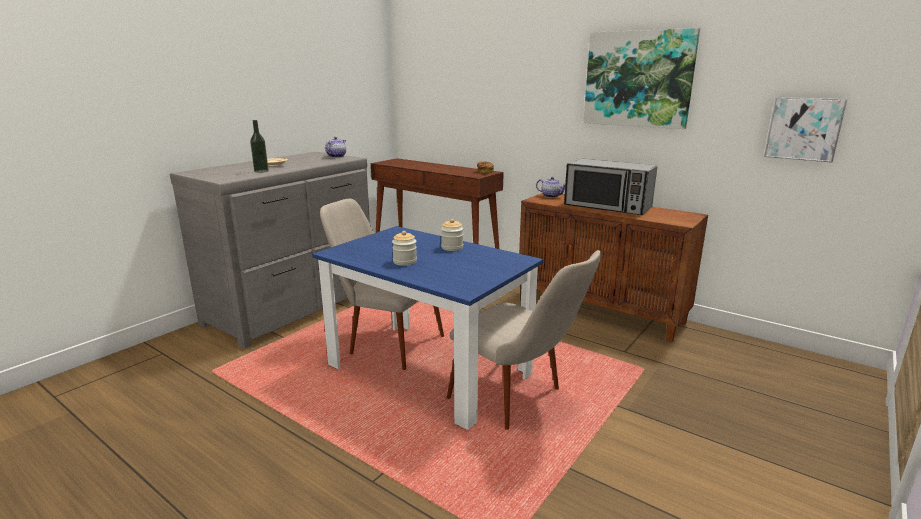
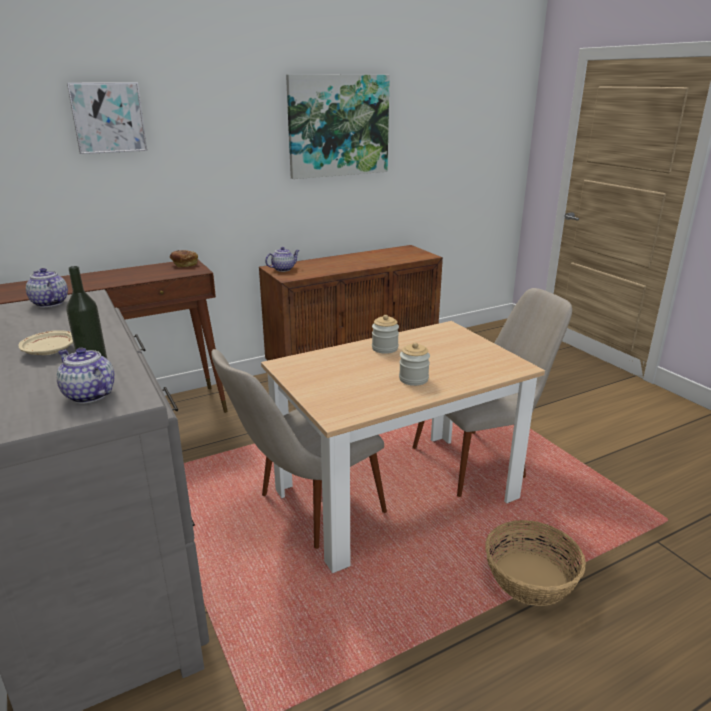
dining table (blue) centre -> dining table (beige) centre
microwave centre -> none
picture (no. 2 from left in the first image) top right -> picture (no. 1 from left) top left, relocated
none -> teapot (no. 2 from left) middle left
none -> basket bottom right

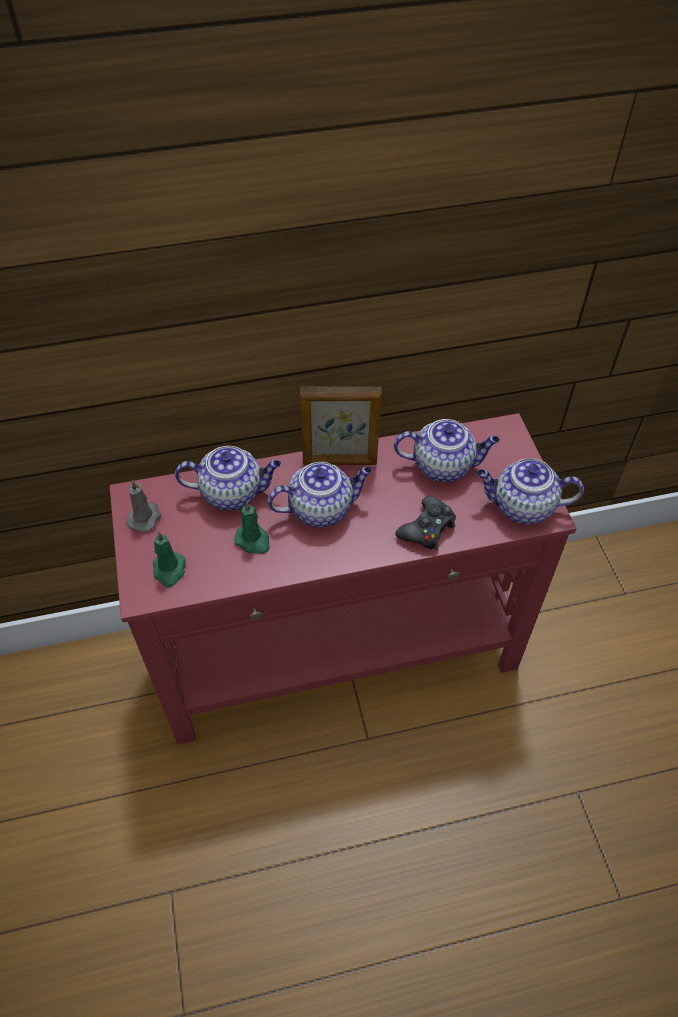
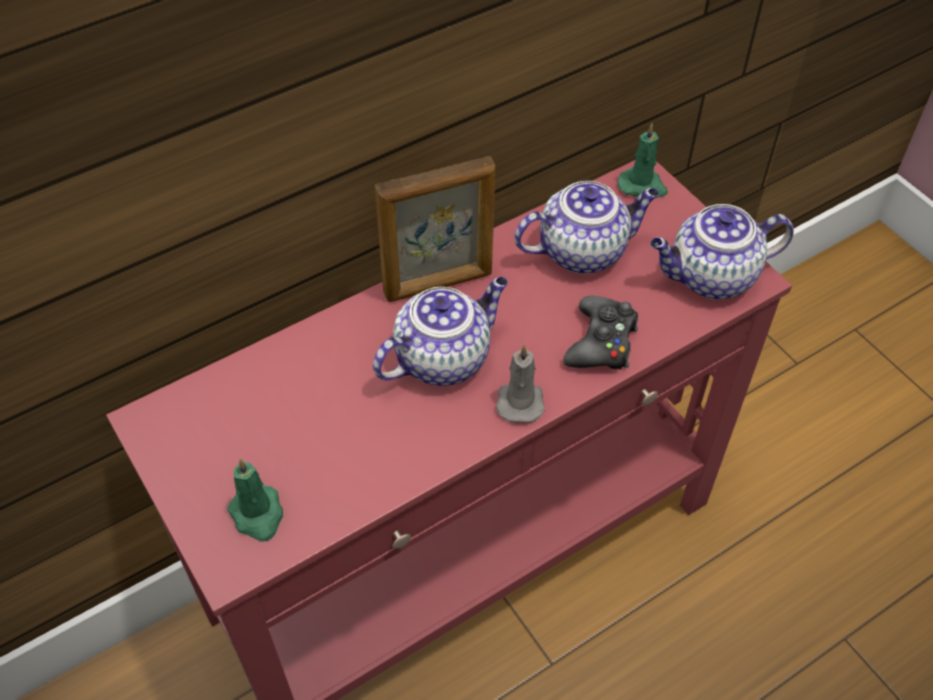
candle (grey) middle left -> candle (grey) centre, relocated
teapot (no. 1 from left) centre -> none
candle (green) (no. 2 from left) centre -> candle (green) (no. 2 from left) top right, relocated

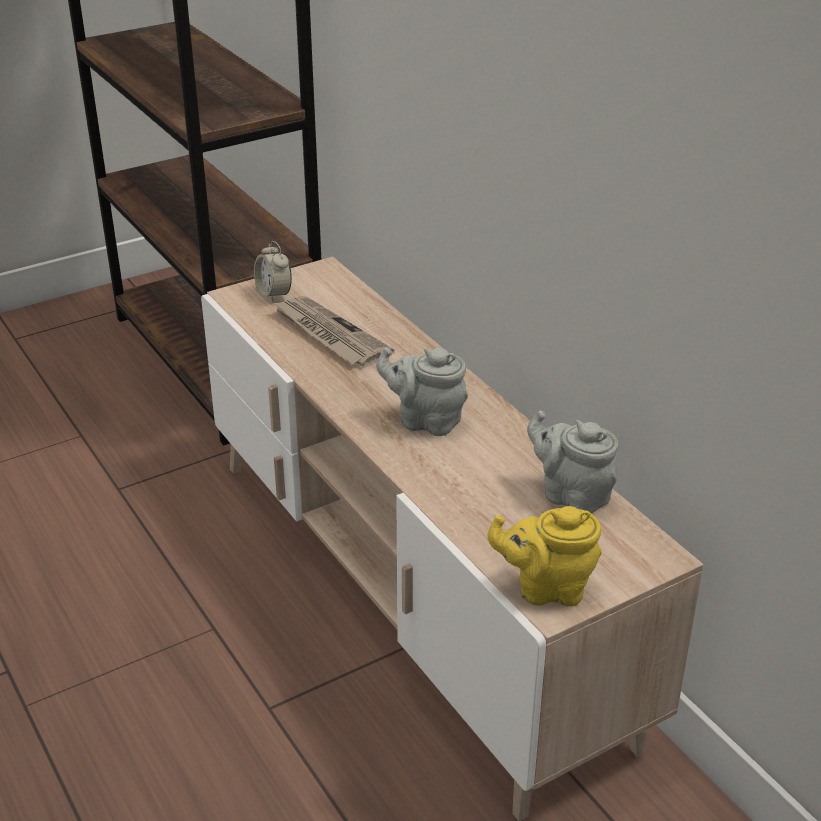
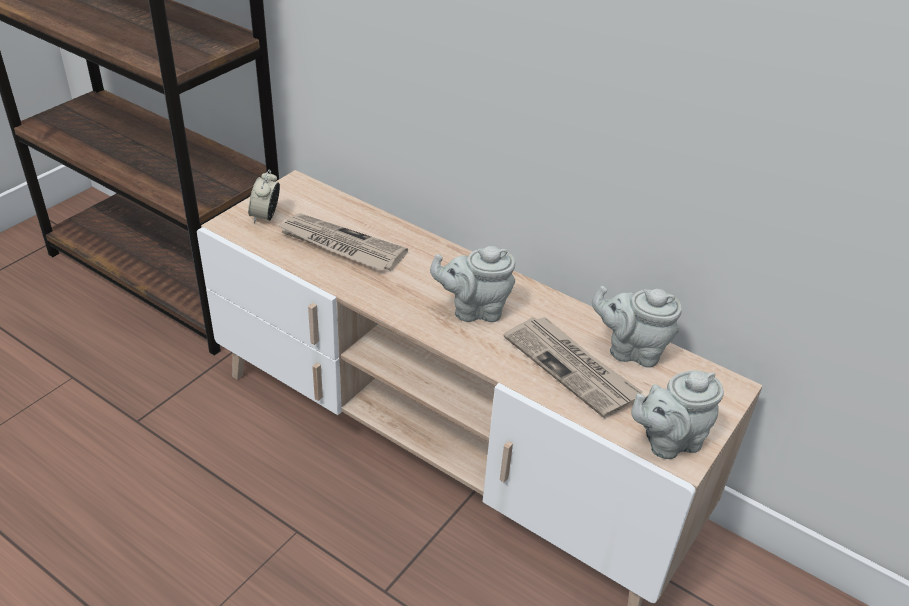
alarm clock top left, 60 degrees clockwise
teapot (yellow) bottom centre -> teapot (grey) (no. 3 from left) bottom right
none -> newspaper (no. 2 from left) centre

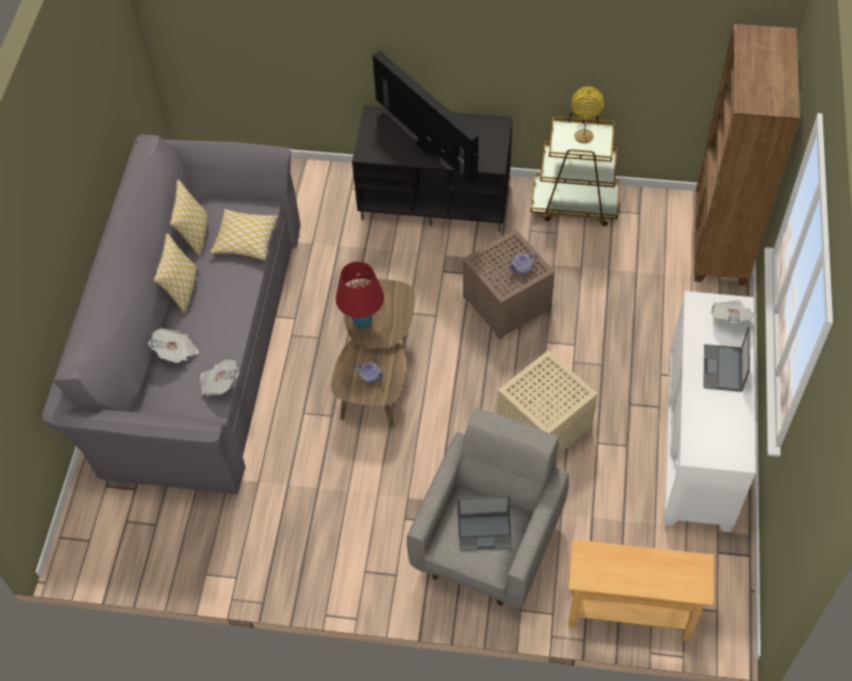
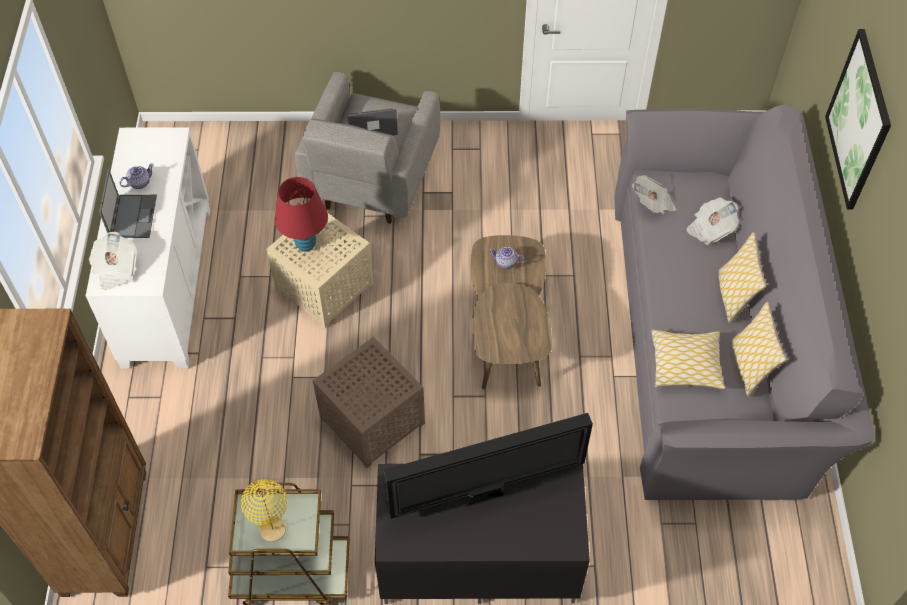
table lamp (red) centre -> table lamp (red) middle left, relocated
television top centre -> television bottom centre, 60 degrees counterclockwise
teapot (no. 2 from left in the first image) centre -> teapot (no. 1 from left) top left, relocated
console table (beige) bottom right -> none
none -> picture top right

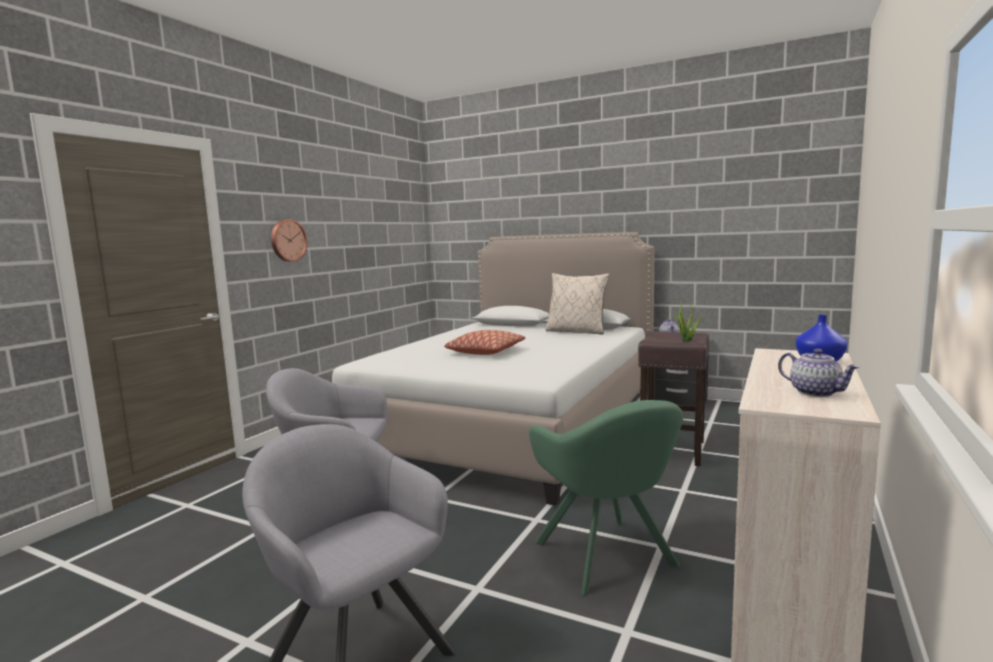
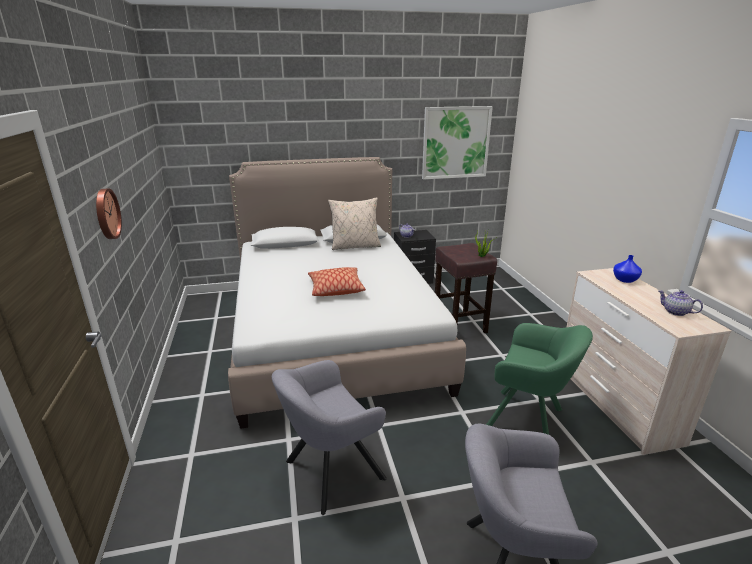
teapot (no. 2 from left) middle right, 150 degrees counterclockwise
none -> picture top centre

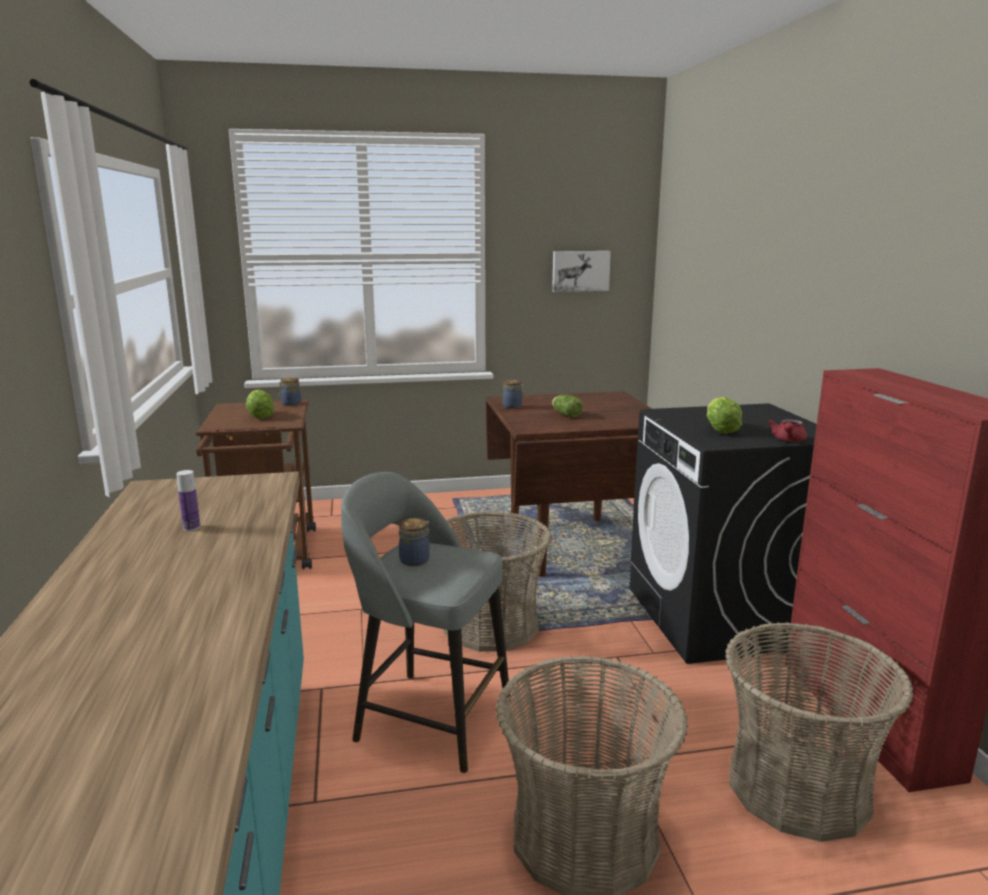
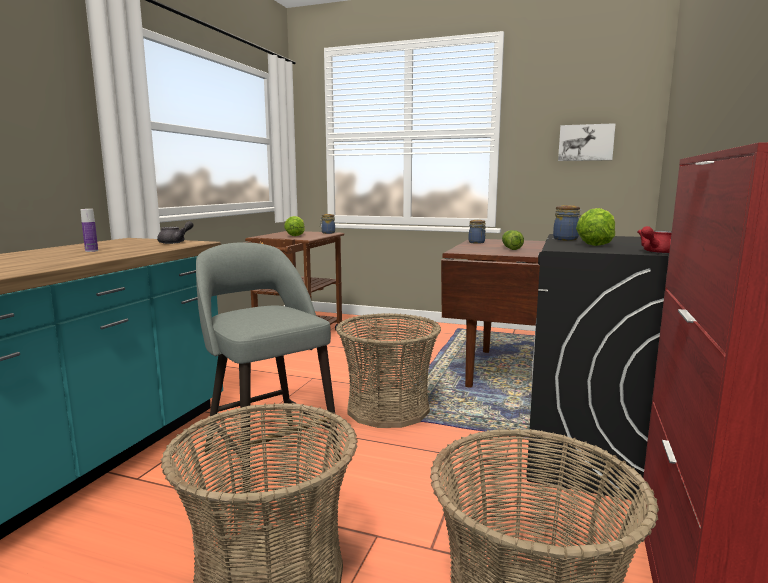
jar (no. 2 from left in the first image) centre -> jar (no. 3 from left) middle right, relocated
none -> teapot (grey) middle left

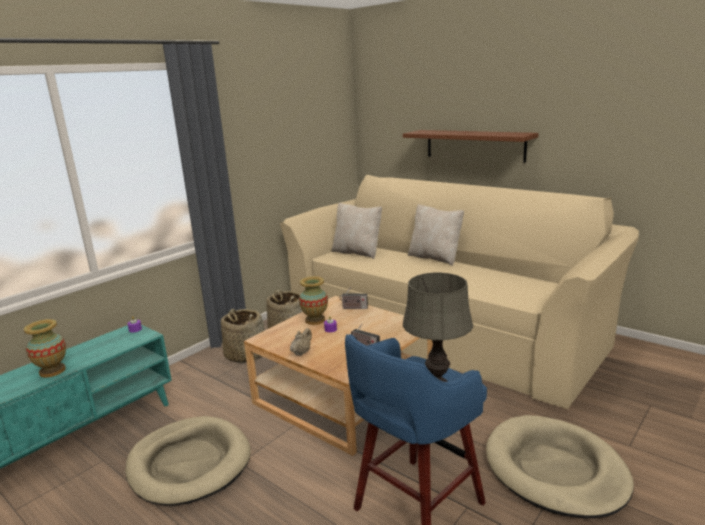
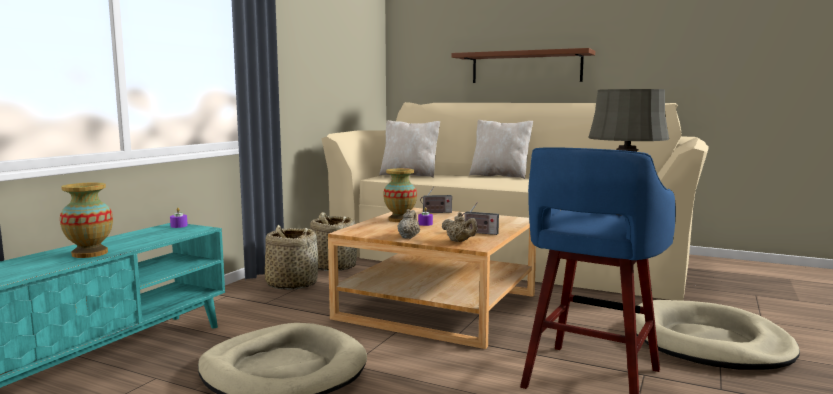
none -> teapot (beige) (no. 2 from left) centre

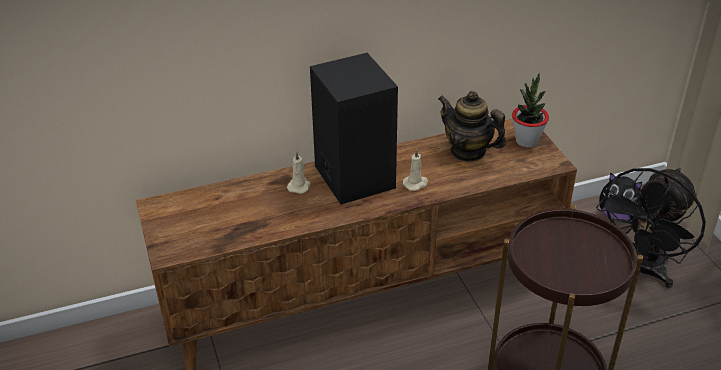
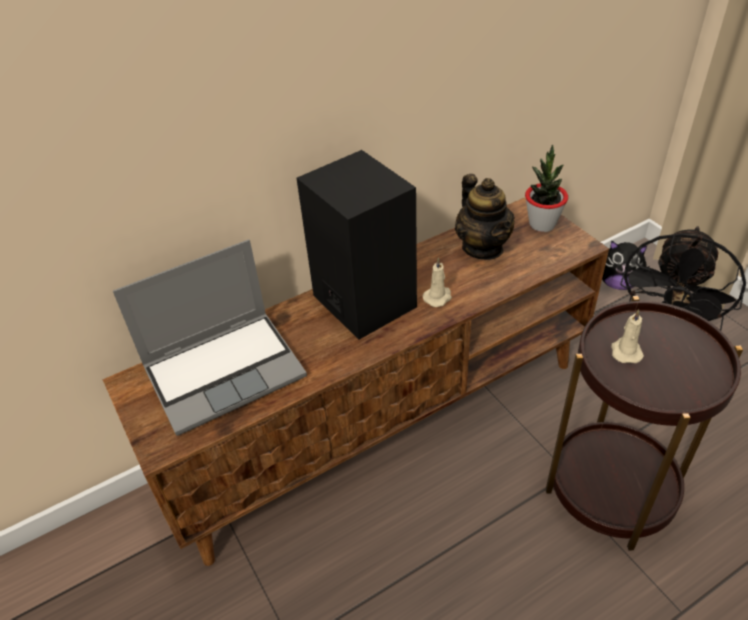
candle (beige) (no. 1 from left in the first image) centre -> candle (beige) (no. 2 from left) middle right, relocated
teapot centre, 135 degrees counterclockwise
none -> laptop middle left

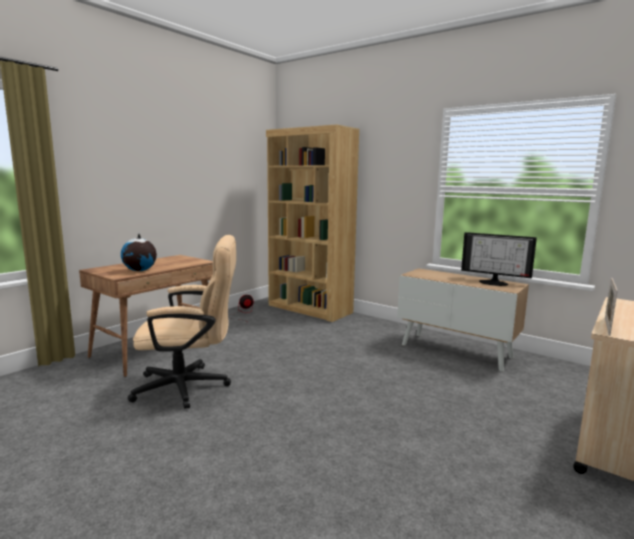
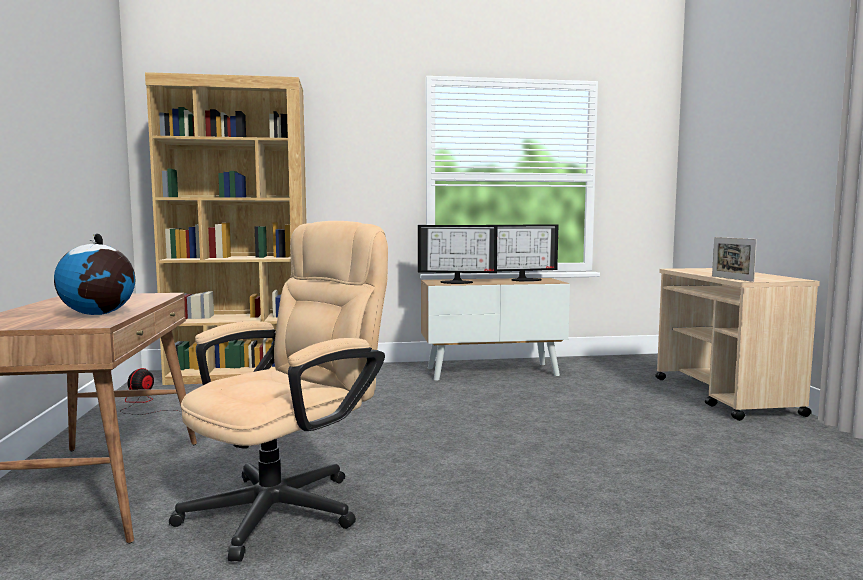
none -> monitor (no. 1 from left) centre

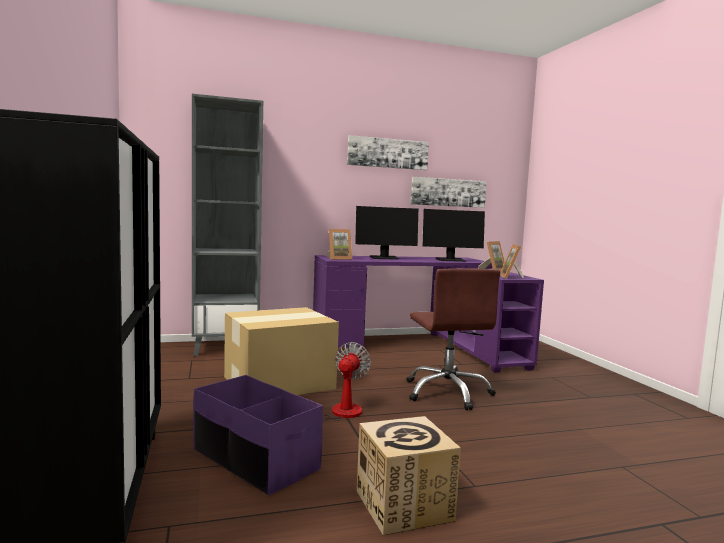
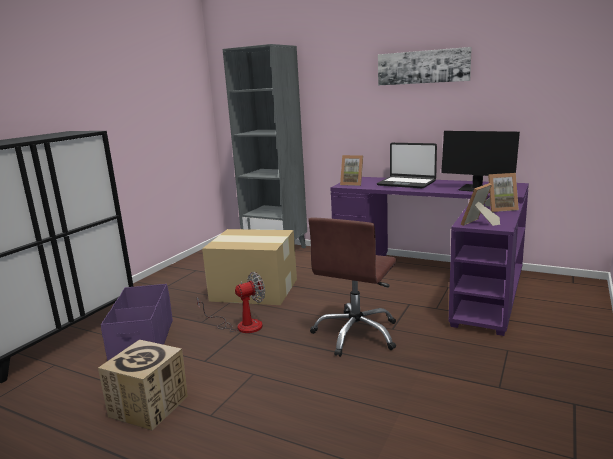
monitor (no. 1 from left) centre -> laptop centre
picture (no. 2 from left) centre -> none

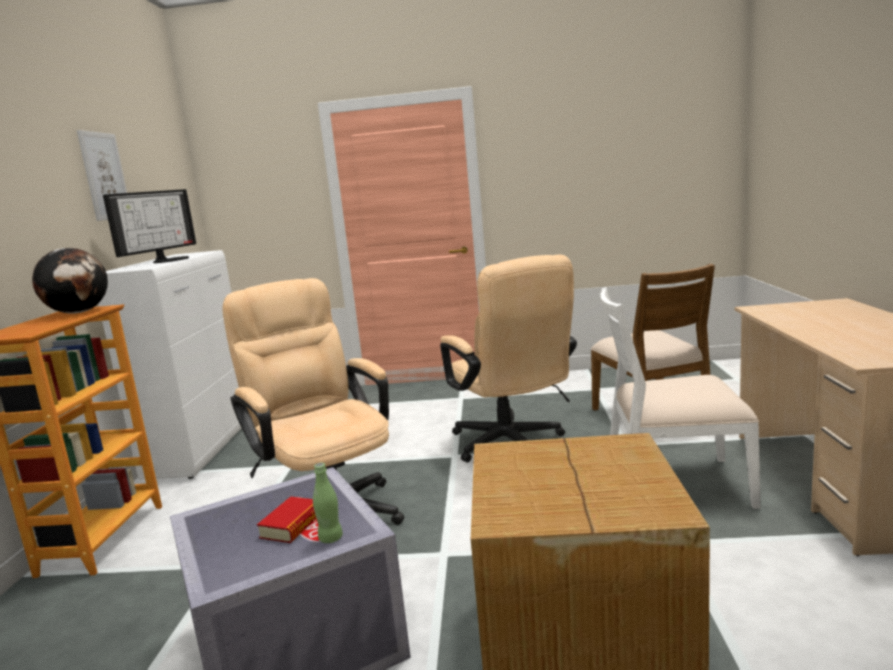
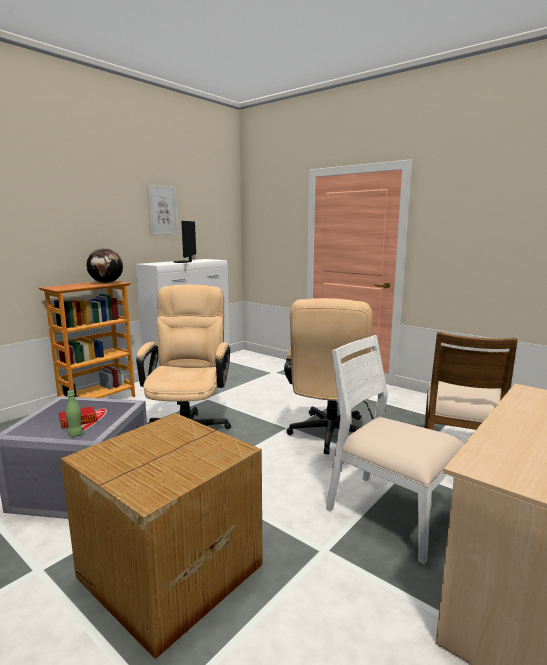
monitor middle left -> monitor centre, 120 degrees clockwise

